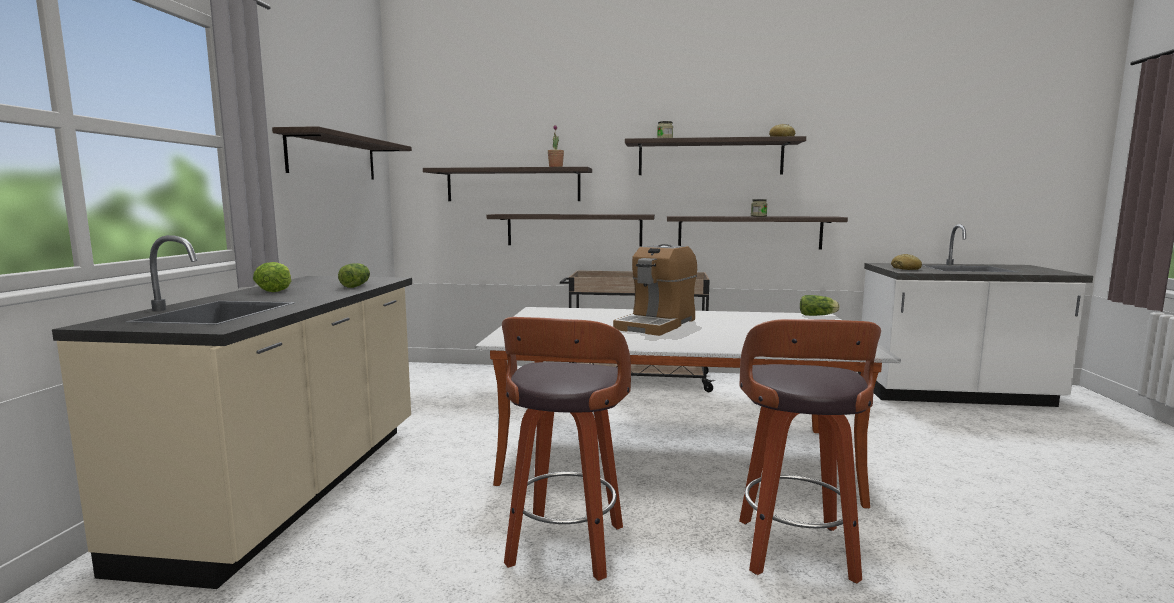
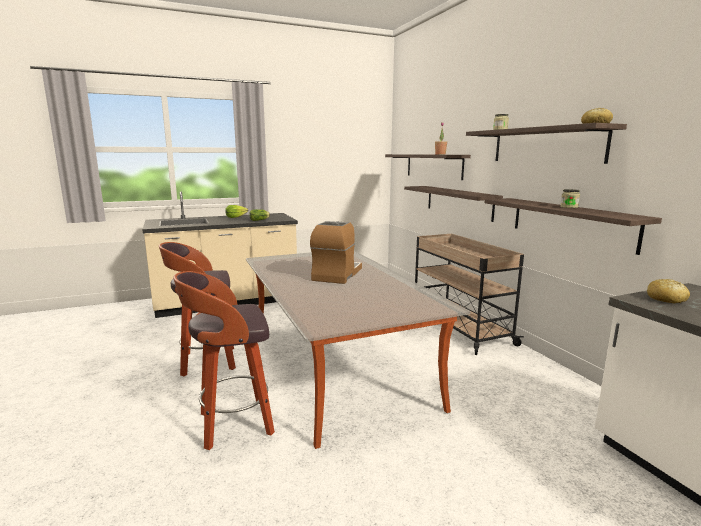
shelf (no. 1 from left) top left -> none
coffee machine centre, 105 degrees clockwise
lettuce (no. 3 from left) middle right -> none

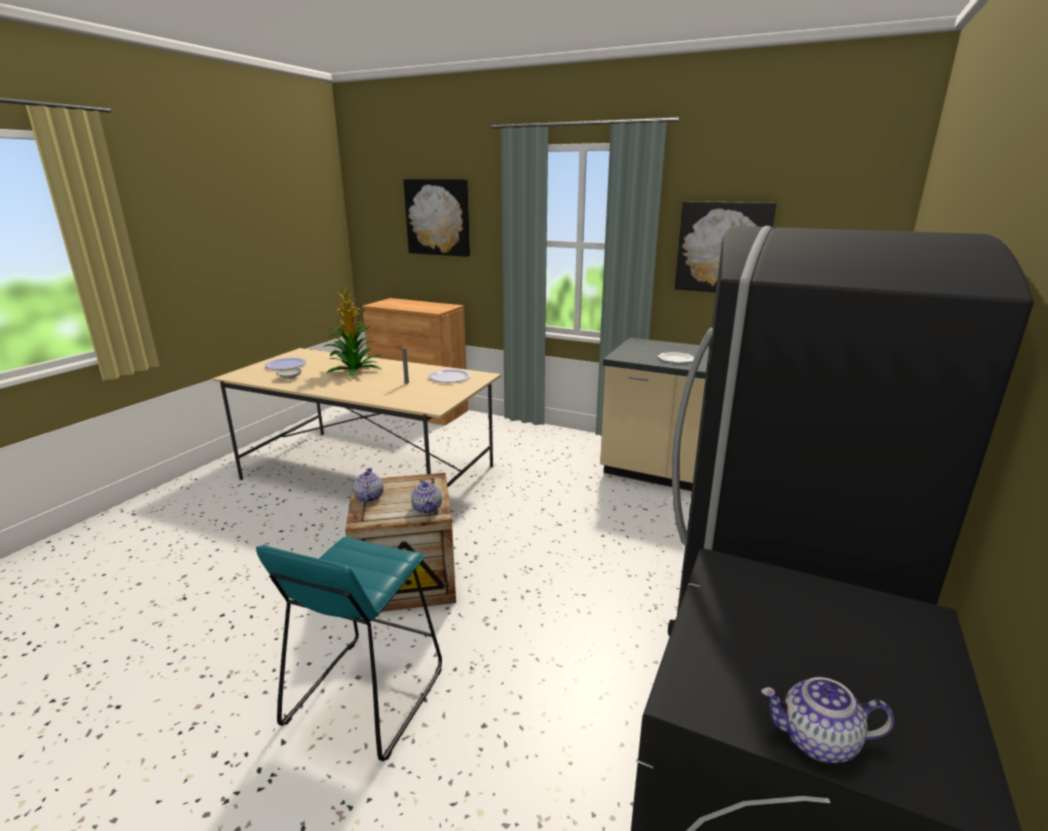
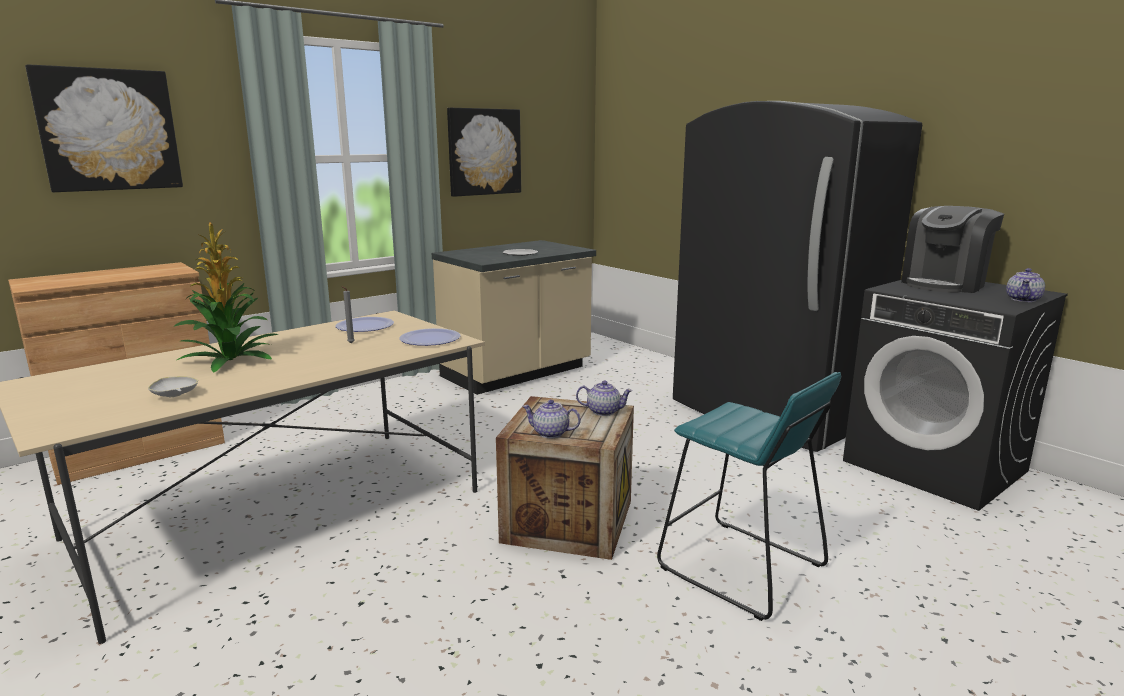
plate (no. 1 from left in the first image) middle left -> plate (no. 2 from left) centre, relocated
none -> coffee machine middle right

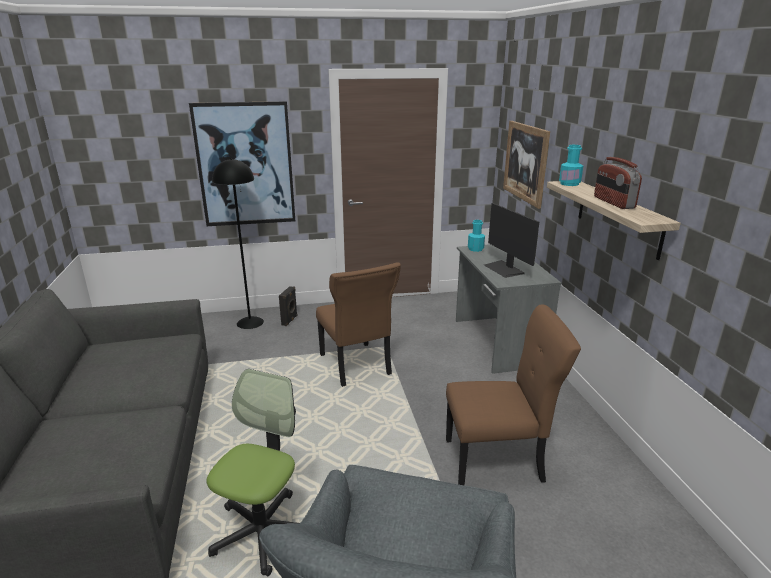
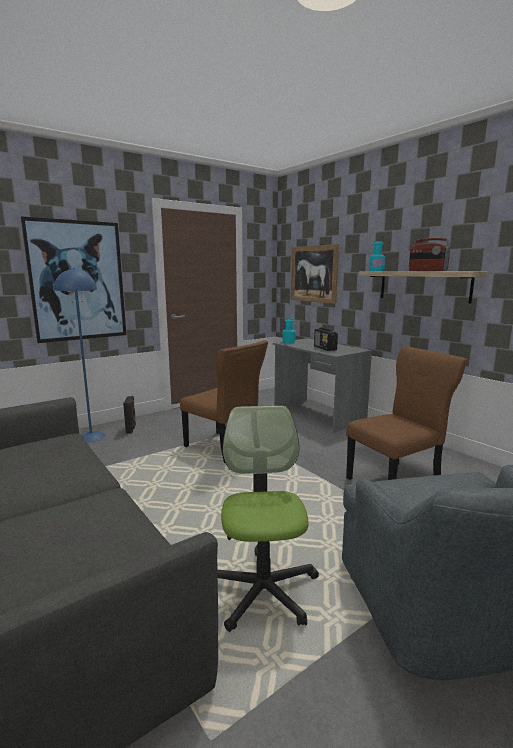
floor lamp (black) middle left -> floor lamp (blue) middle left
monitor centre -> radio (no. 1 from left) centre

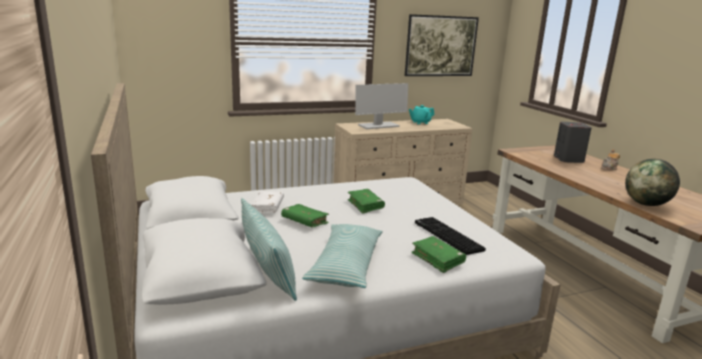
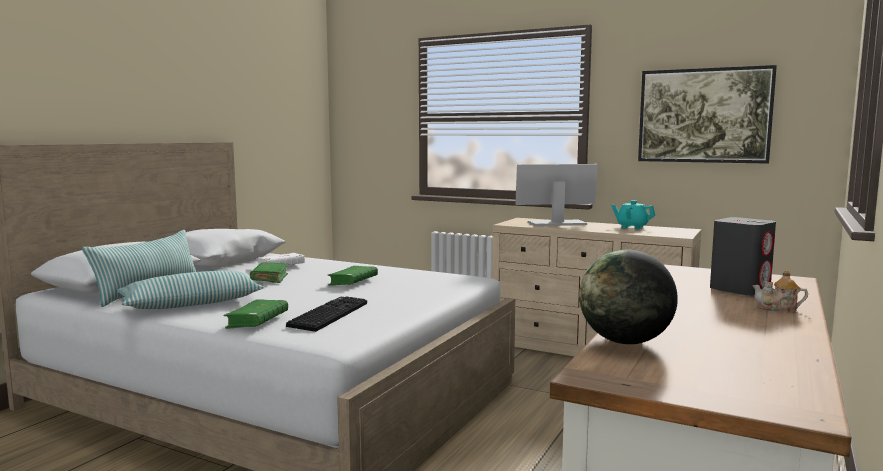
monitor top centre -> monitor centre, 150 degrees clockwise

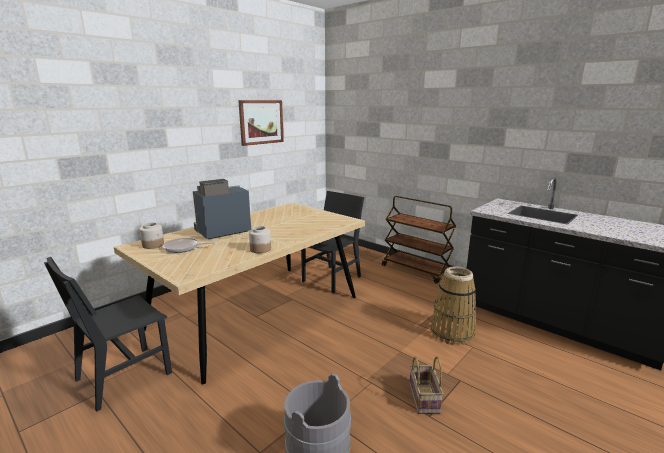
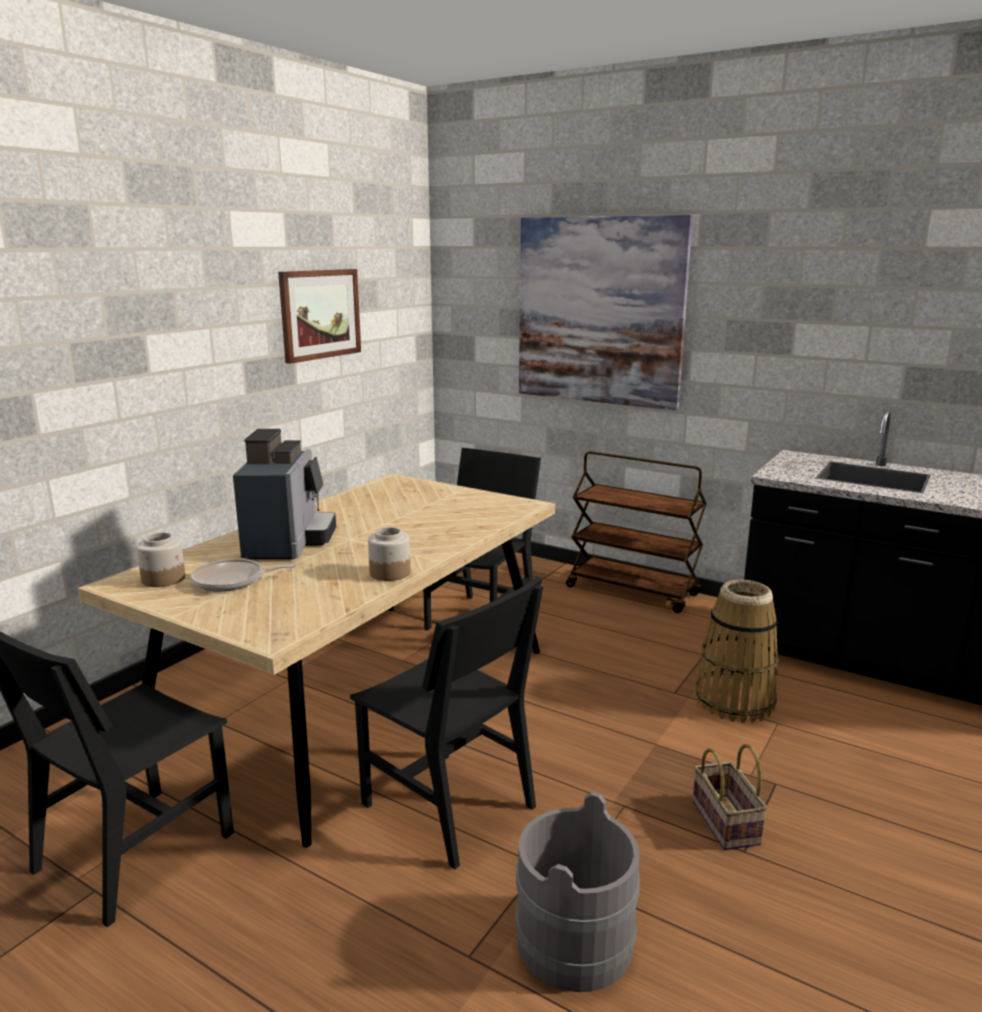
coffee machine centre -> coffee machine middle left, 135 degrees clockwise
none -> chair (black) (no. 2 from left) bottom centre
none -> picture (no. 2 from left) top centre

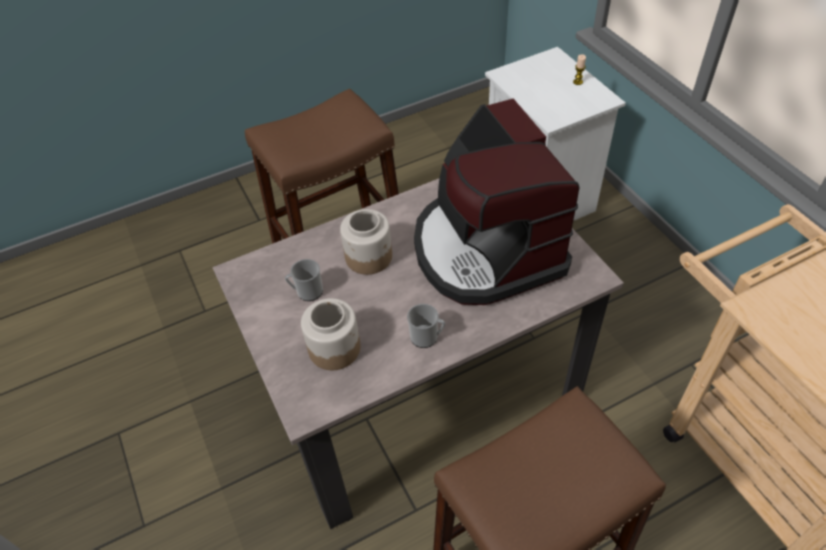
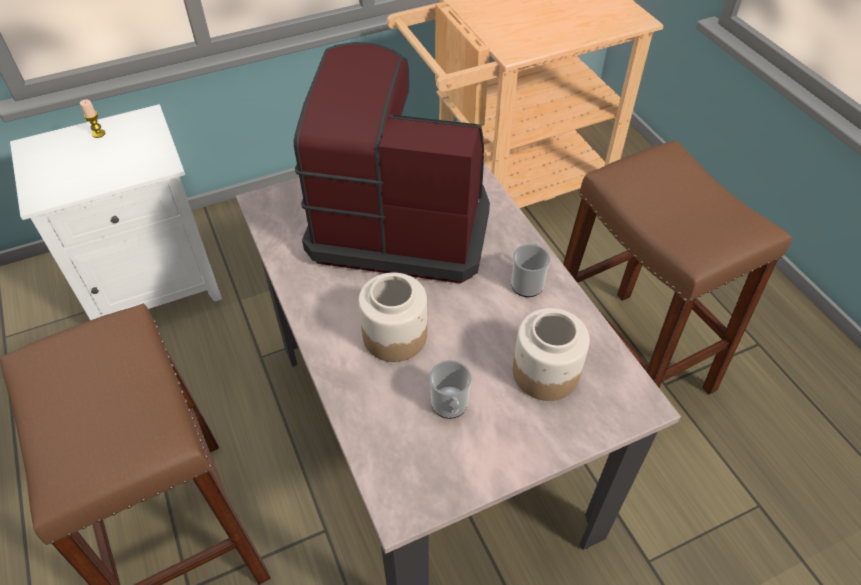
coffee machine centre -> coffee machine top centre, 150 degrees counterclockwise

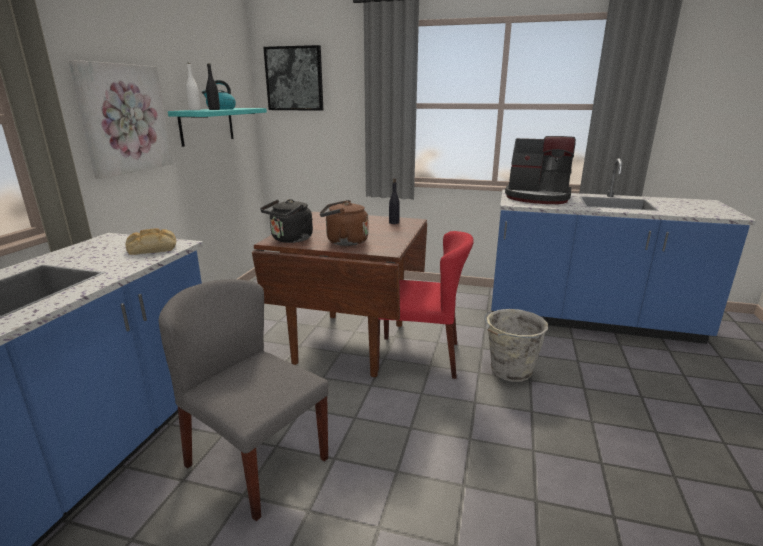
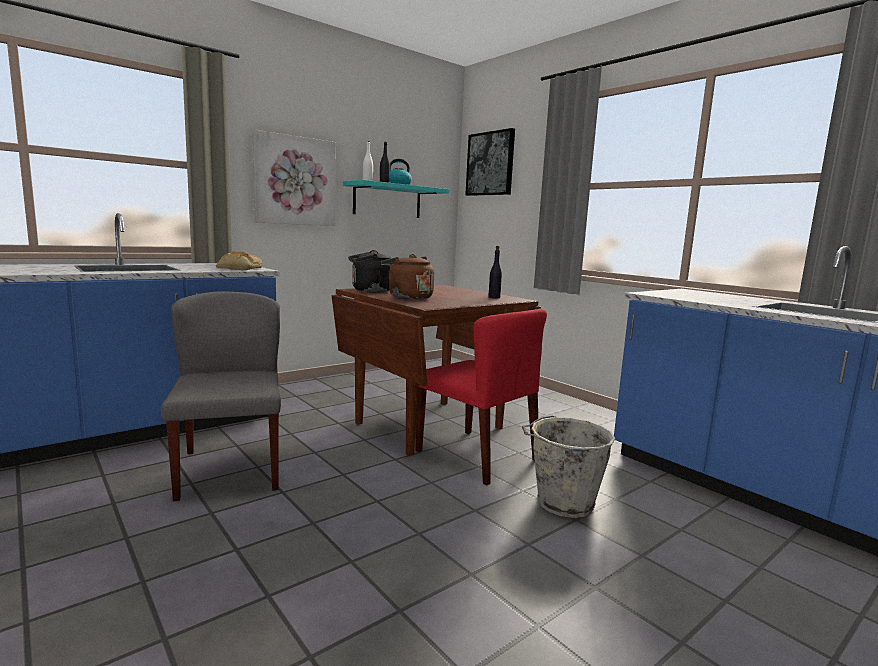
coffee machine top right -> none

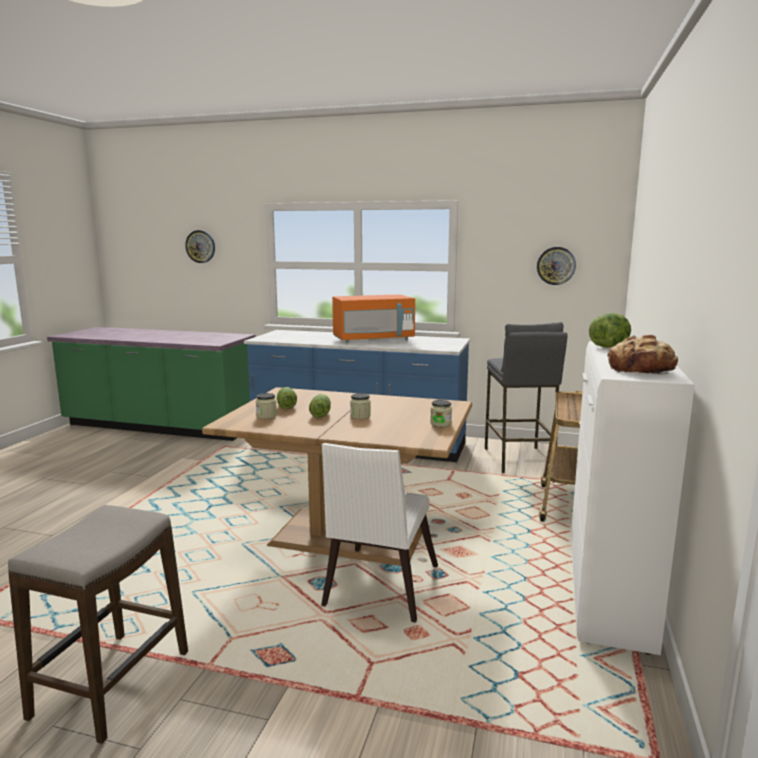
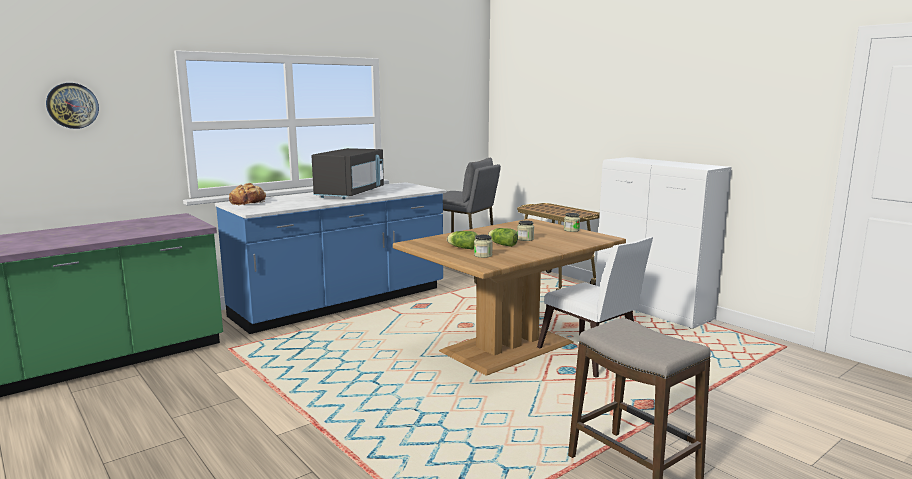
microwave (orange) centre -> microwave (black) centre
wall clock (no. 2 from left) middle right -> none
lettuce (no. 3 from left) middle right -> none
bread middle right -> bread middle left, relocated

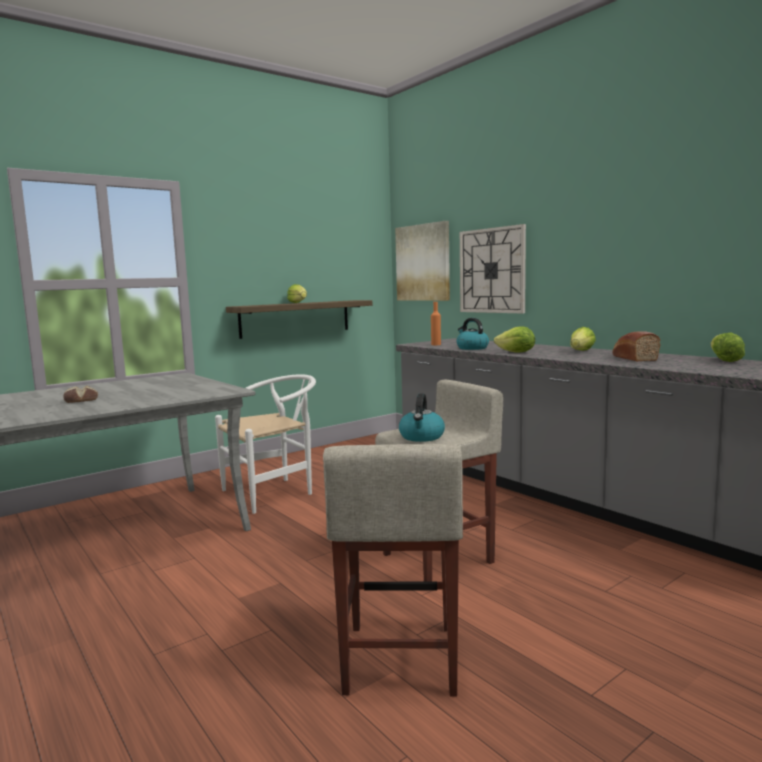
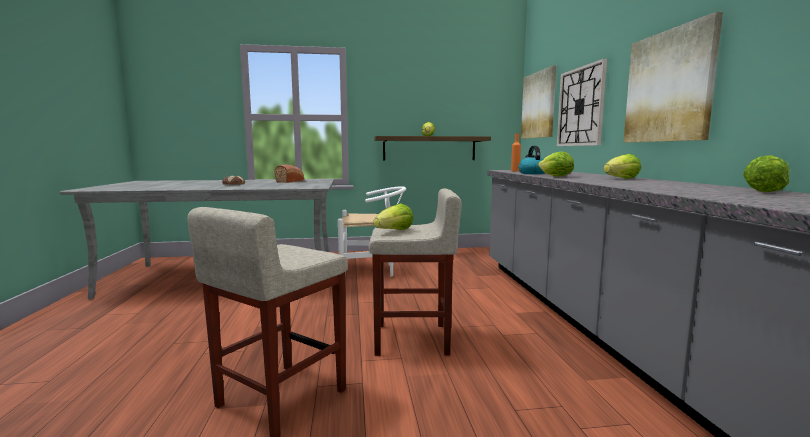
kettle (no. 1 from left) centre -> lettuce (no. 1 from left) centre
bread (no. 2 from left) middle right -> bread (no. 2 from left) centre, relocated
none -> picture (no. 2 from left) top right

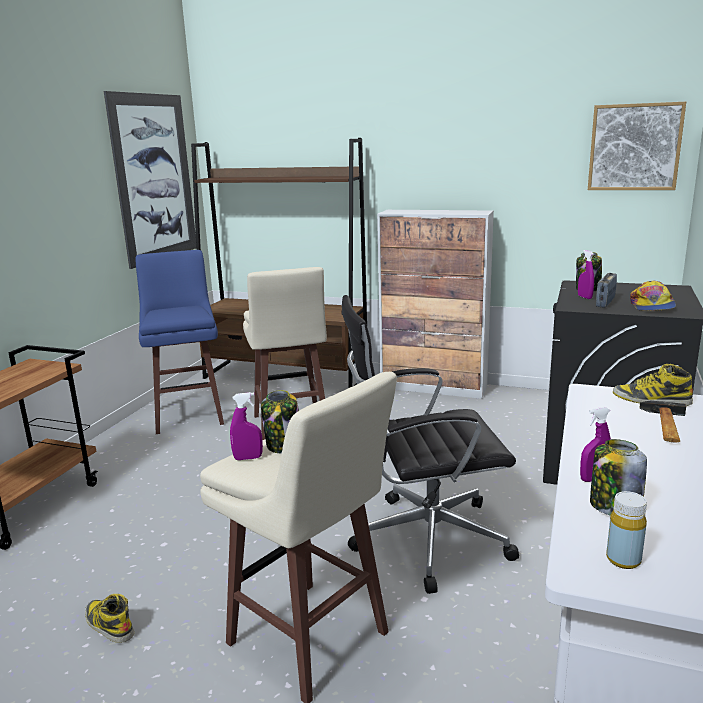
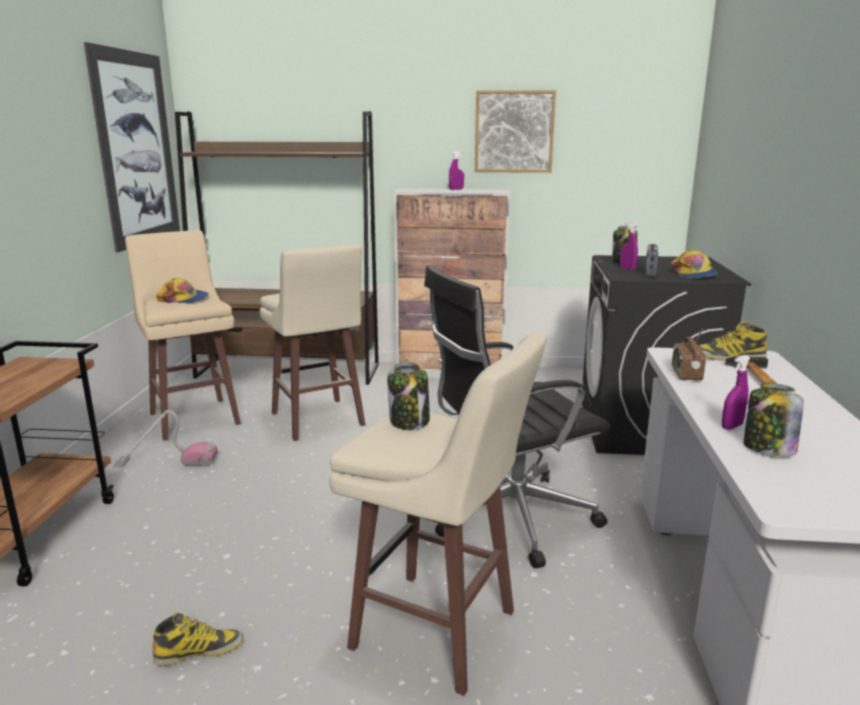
boot (no. 1 from left) bottom left, 135 degrees clockwise
stool (blue) middle left -> stool (beige) (no. 1 from left) middle left
spray bottle (purple) (no. 1 from left) centre -> spray bottle (purple) (no. 1 from left) top centre, relocated
picture (no. 2 from left) top right -> picture (no. 2 from left) top centre, relocated
bottle (yellow) bottom right -> none
none -> vacuum cleaner middle left
none -> cap (no. 1 from left) middle left
none -> radio (no. 2 from left) middle right

